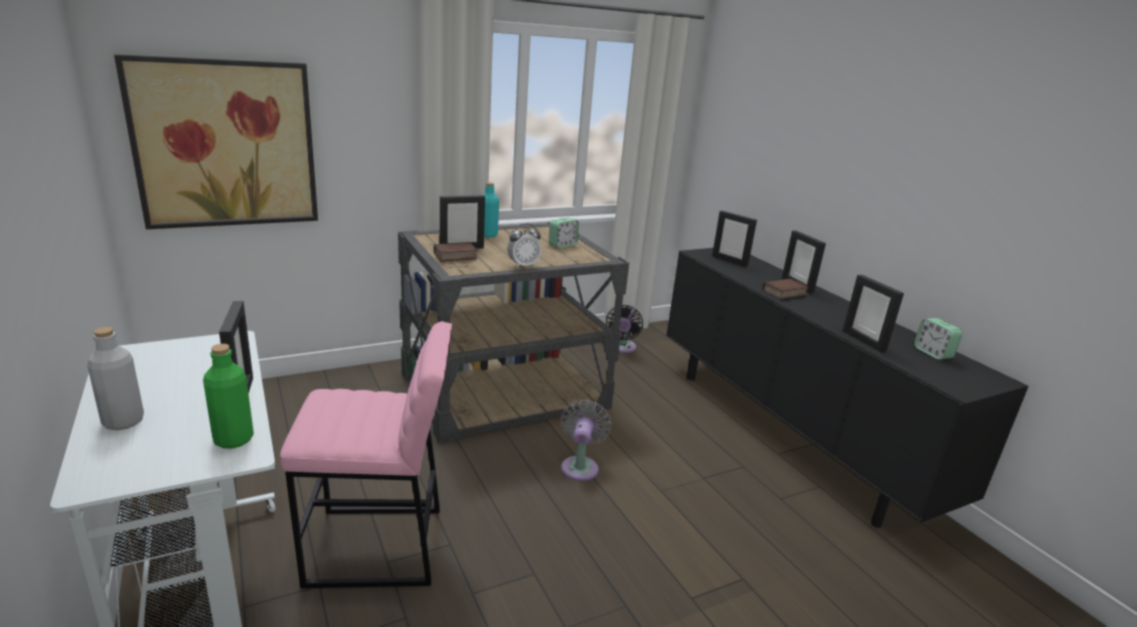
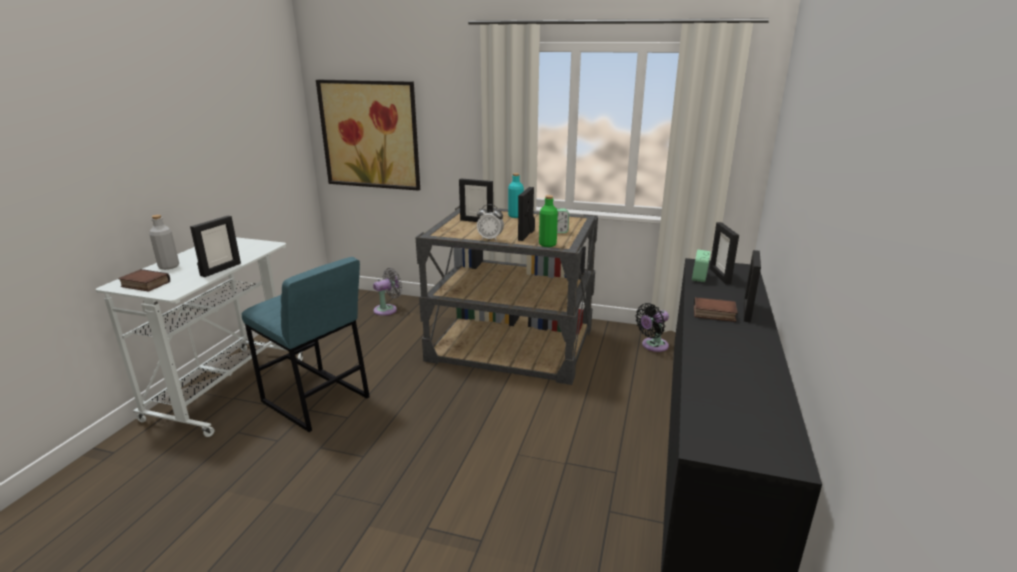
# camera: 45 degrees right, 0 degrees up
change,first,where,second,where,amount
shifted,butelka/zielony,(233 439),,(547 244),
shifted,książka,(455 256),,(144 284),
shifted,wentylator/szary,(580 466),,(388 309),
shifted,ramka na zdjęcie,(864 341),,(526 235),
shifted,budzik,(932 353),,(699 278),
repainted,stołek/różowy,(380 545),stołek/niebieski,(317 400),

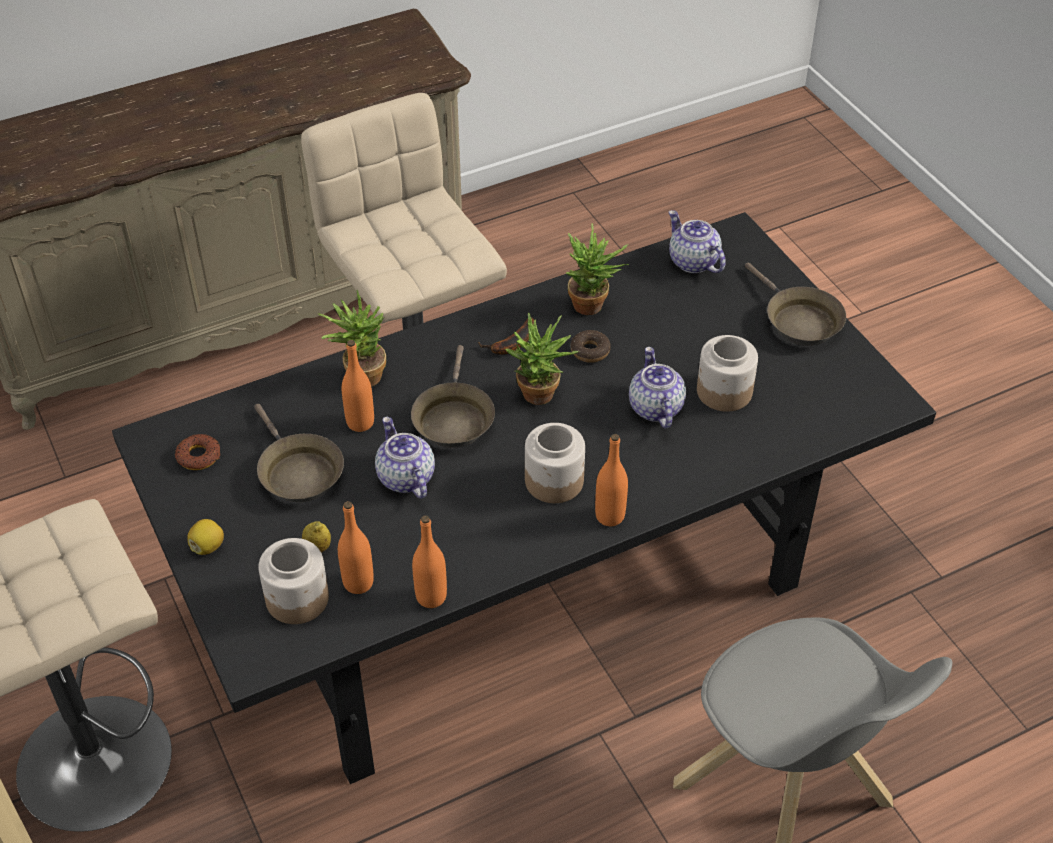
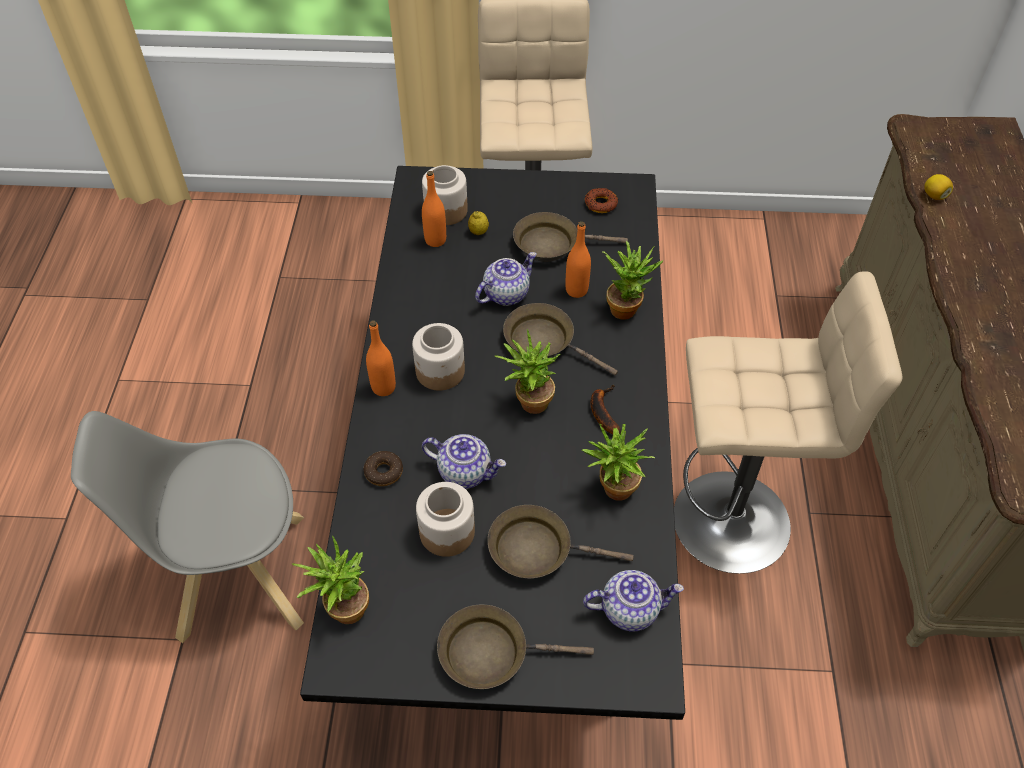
# camera: 120 degrees right, 5 degrees up
change,first,where,second,where,amount
gone,butelka/pomarańczowy,(431 597),,,
new,,,roślina doniczkowa,(342 608),
new,,,patelnia/brązowy,(537 549),
shifted,cytryna,(208 546),,(934 196),
shifted,donut,(590 351),,(384 472),
rotated,imbryk,(405 478),,(506 293),45 degrees counterclockwise

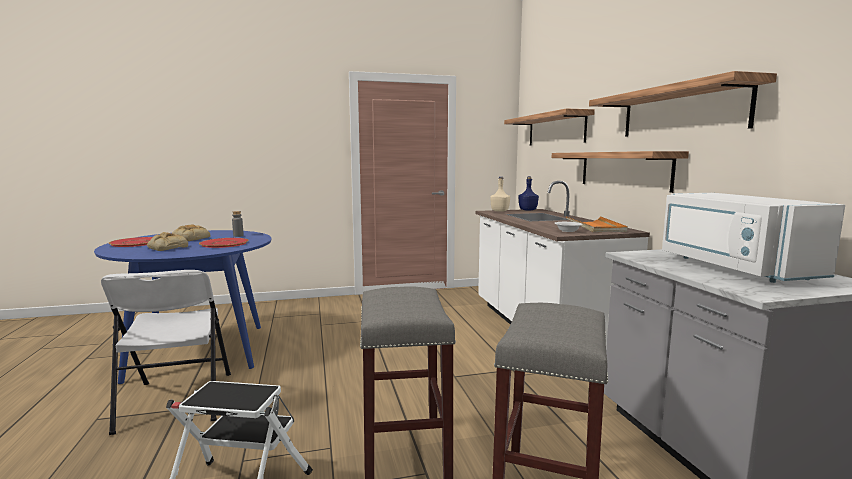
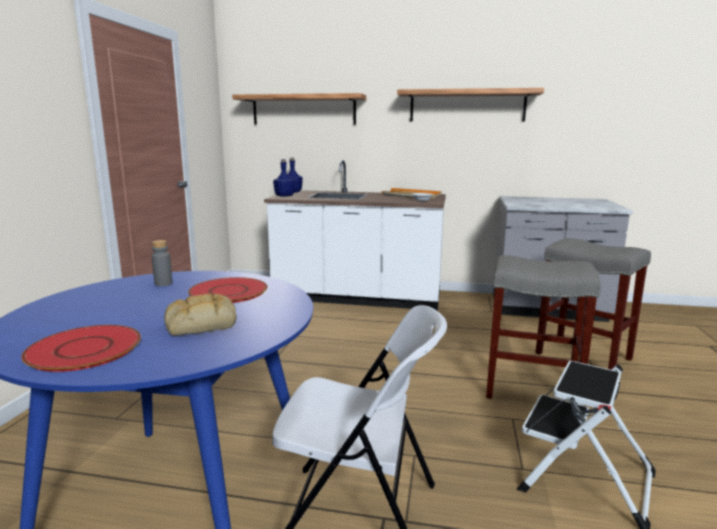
# camera: 65 degrees left, 5 degrees up
change,first,where,second,where,amount
gone,chleb,(190 238),,,
gone,półka,(623 170),,,
gone,mikrofalówka/biały,(731 267),,,
repainted,butelka/beżowy,(499 211),butelka/niebieski,(284 196),

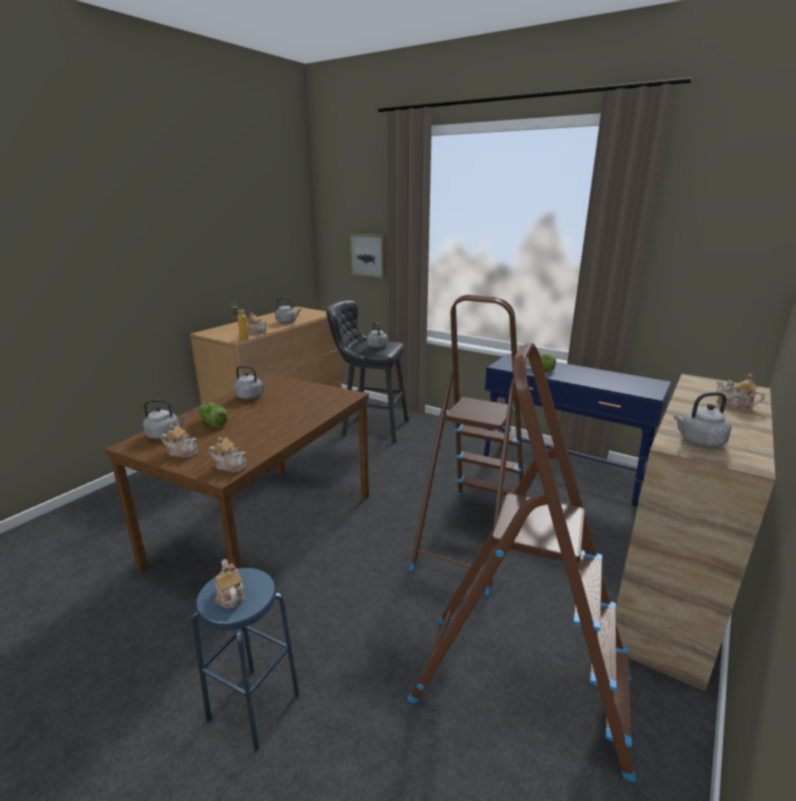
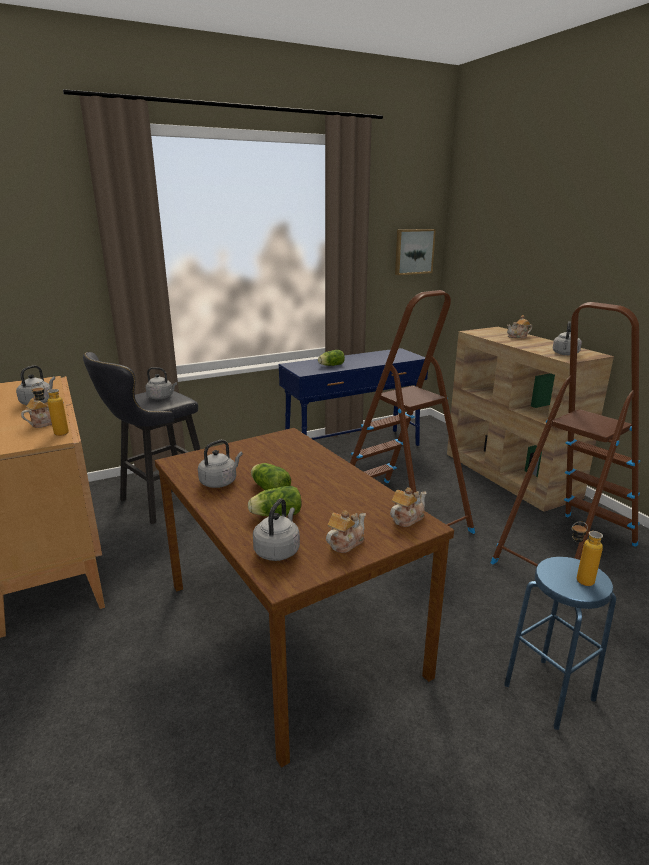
# camera: 60 degrees left, 0 degrees up
change,first,where,second,where,amount
new,,,sałata,(269 488),
shifted,obraz,(369 255),,(413 251),
swapped,imbryk,(229 596),butelka,(577 580),

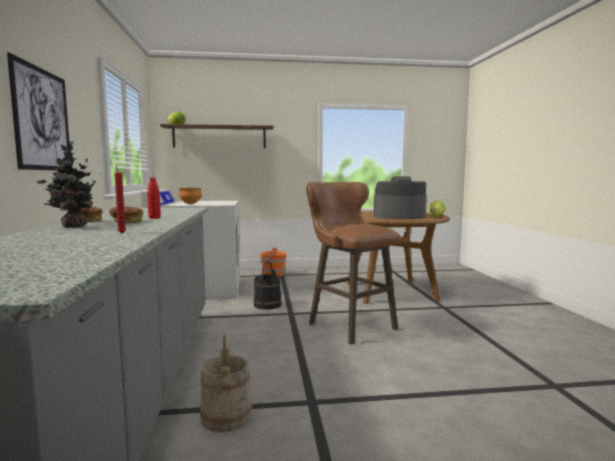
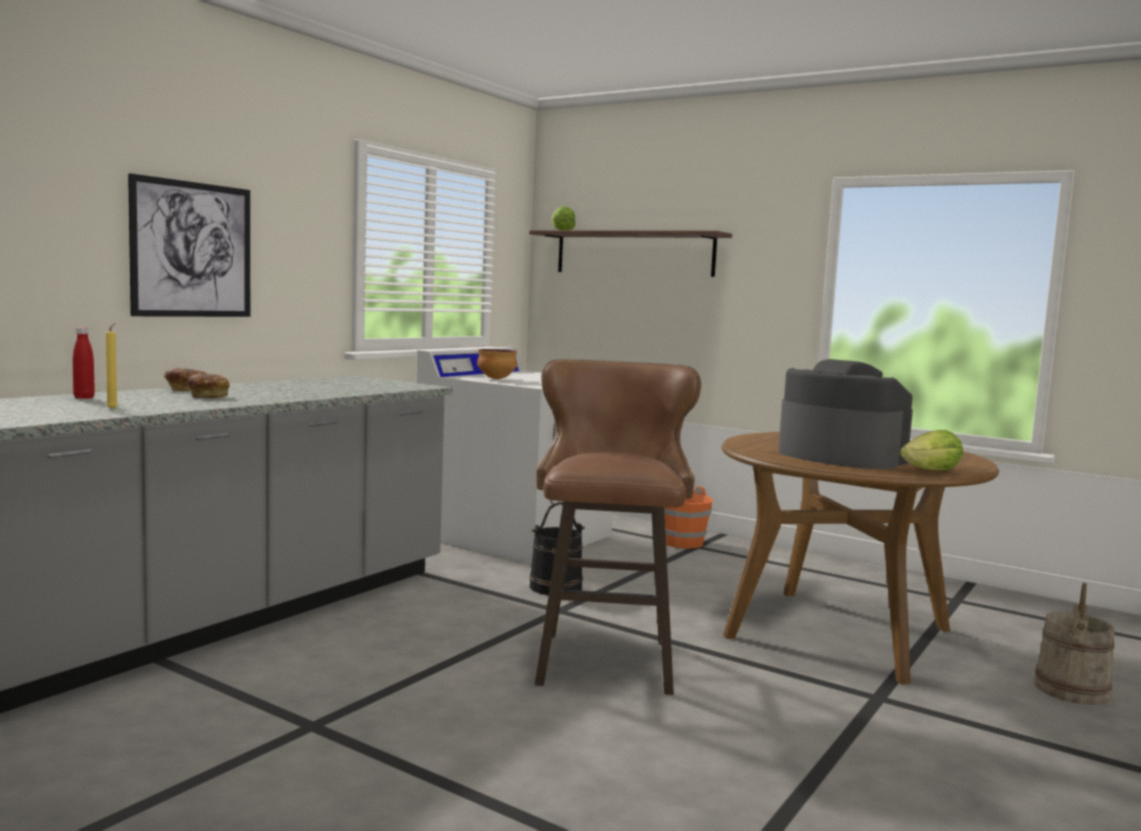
# camera: 40 degrees right, 0 degrees up
change,first,where,second,where,amount
gone,roślina doniczkowa,(71 227),,,
shifted,butelka/czerwony,(154 218),,(84 397),
shifted,wiadro/beżowy,(226 416),,(1071 690),
repainted,świeca/czerwony,(121 233),świeca/żółty,(113 409),

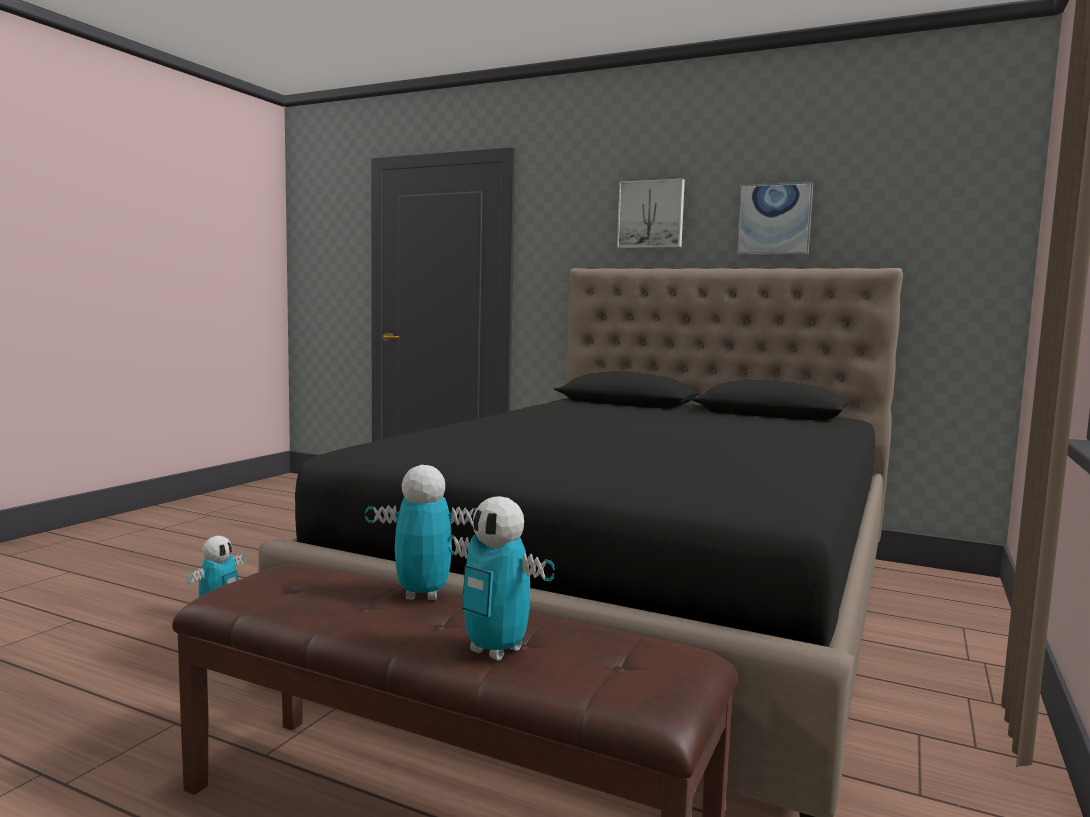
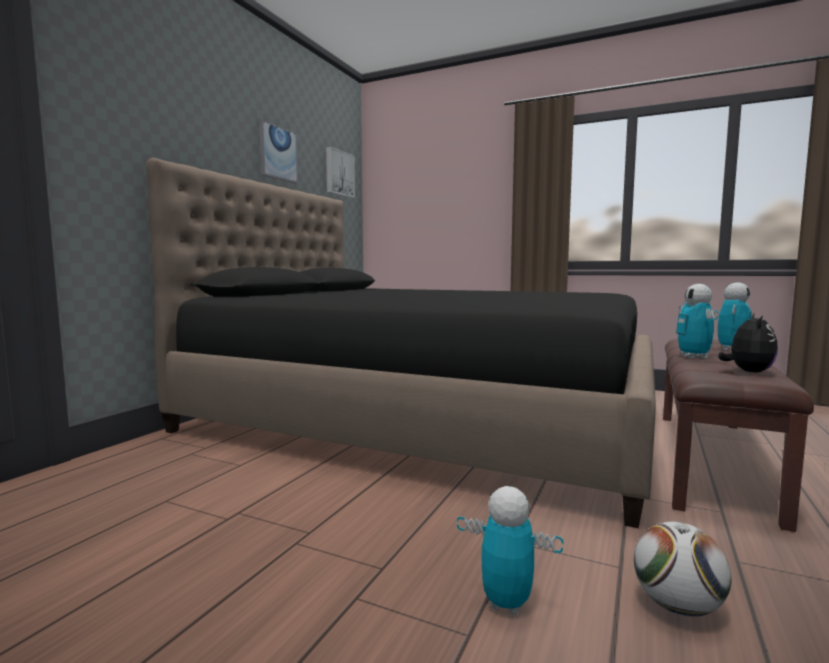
# camera: 90 degrees left, 0 degrees up
change,first,where,second,where,amount
new,,,piłka futbolowa,(677 606),
new,,,pluszak,(747 372),
shifted,obraz,(651 214),,(338 173),

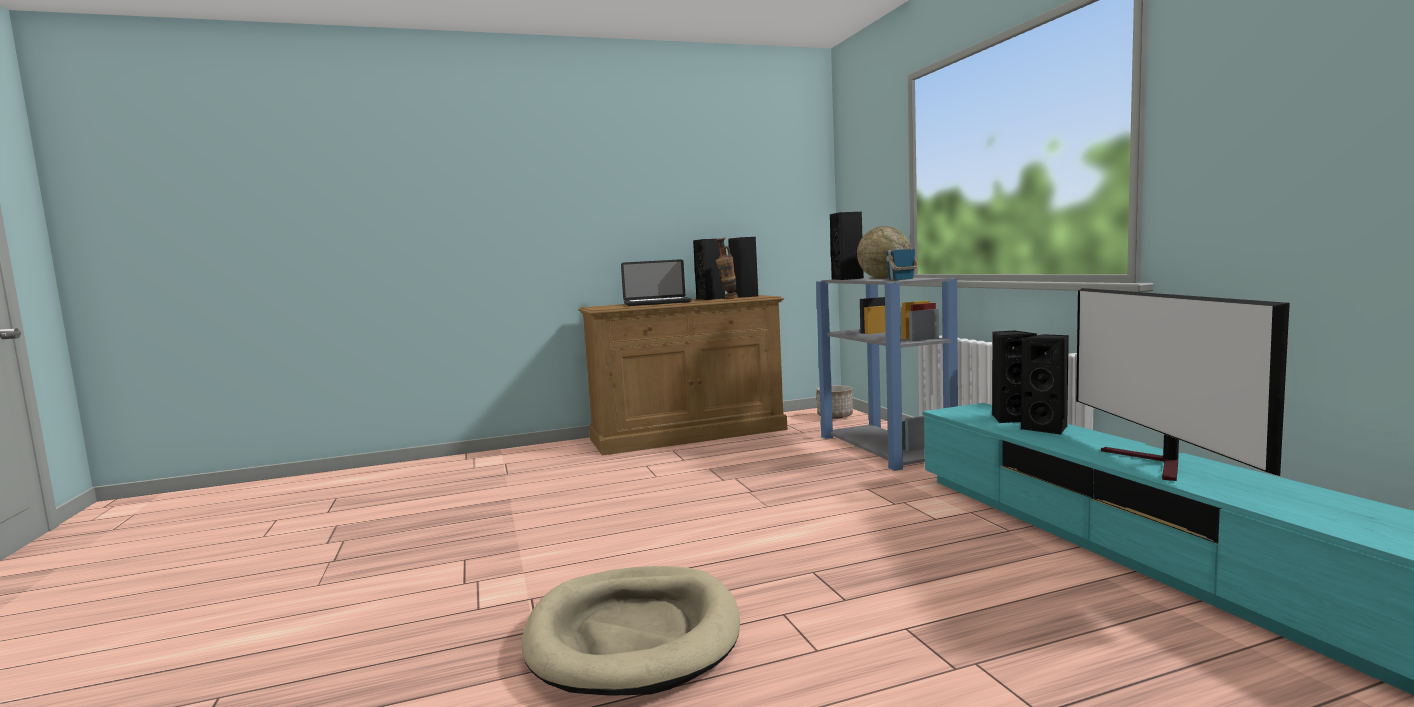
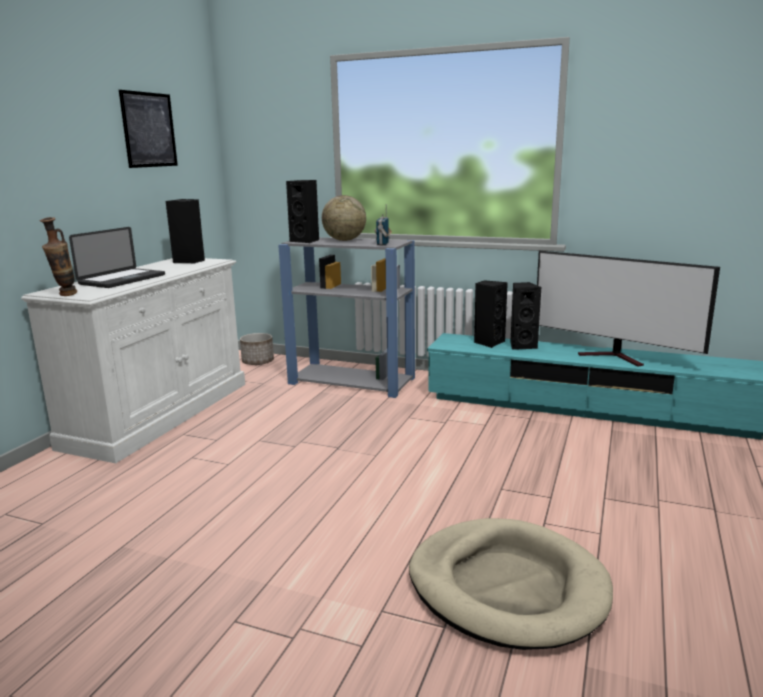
# camera: 50 degrees left, 10 degrees up
change,first,where,second,where,amount
gone,głośnik/czarny,(711 299),,,
new,,,obraz,(149 130),
shifted,wazon,(727 299),,(65 295),
repainted,szafka/brązowy,(689 434),szafka/biały,(161 413),

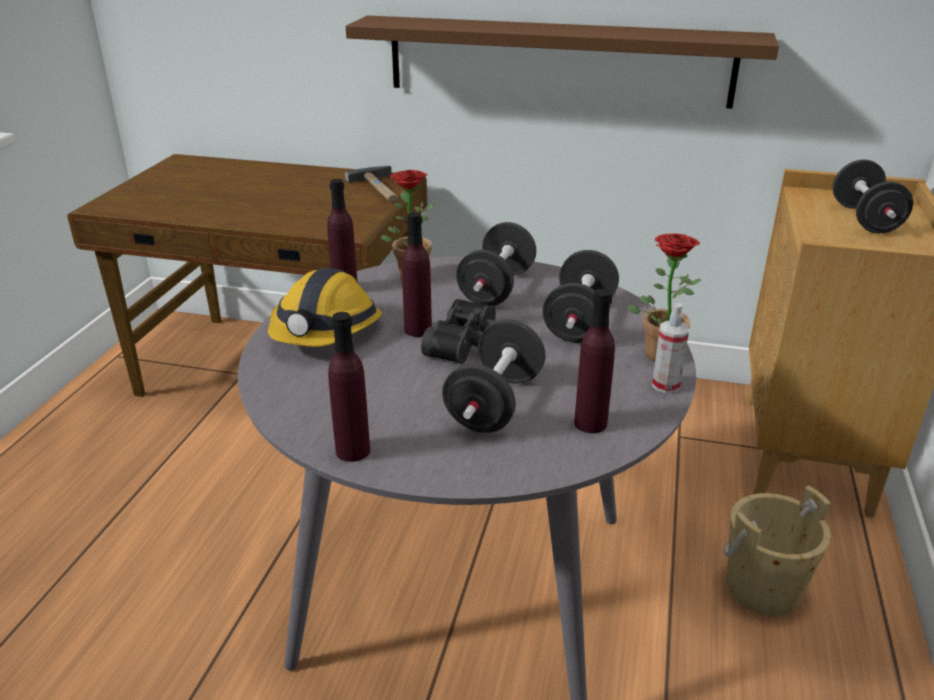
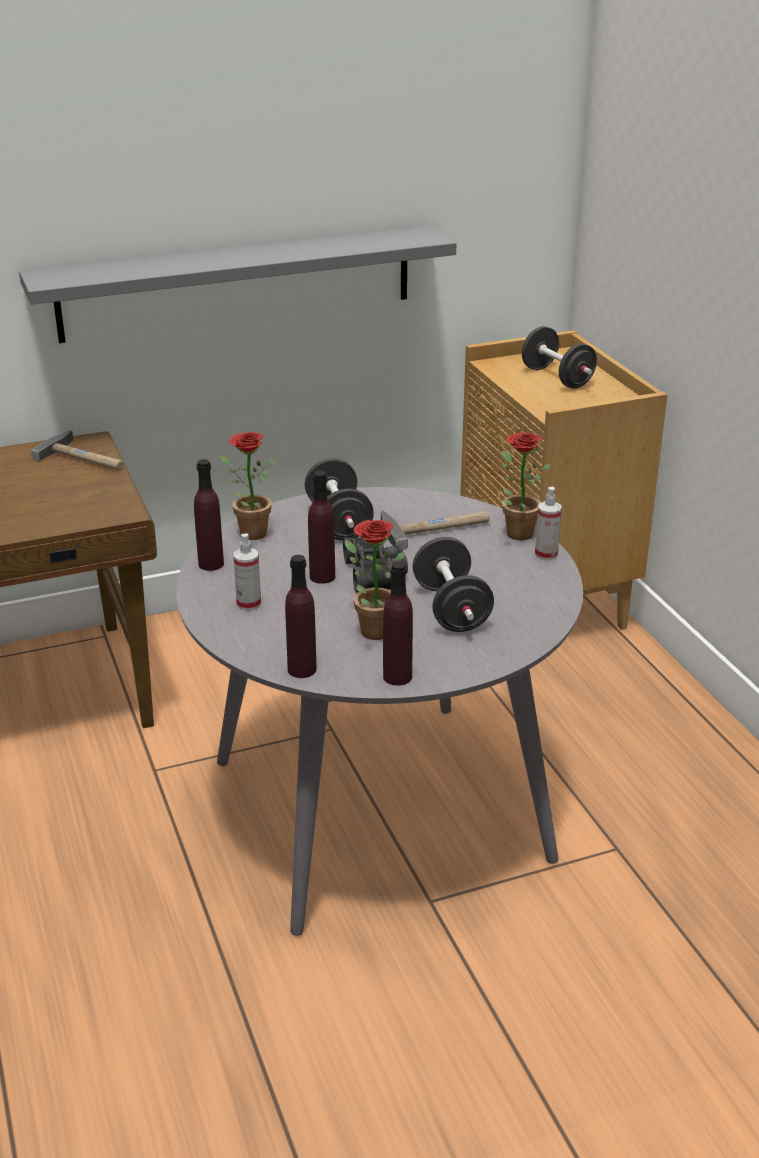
# camera: 35 degrees left, 0 degrees up
change,first,where,second,where,amount
gone,wiadro/beżowy,(763 588),,,
new,,,roślina doniczkowa,(370 629),
shifted,butelka/fioletowy,(590 423),,(302 669),
swapped,kask,(326 331),spryskiwacz,(249 604),
swapped,hantel/czarny,(579 322),młotek,(435 528),
repainted,półka/brązowy,(558 61),półka/szary,(237 283),

